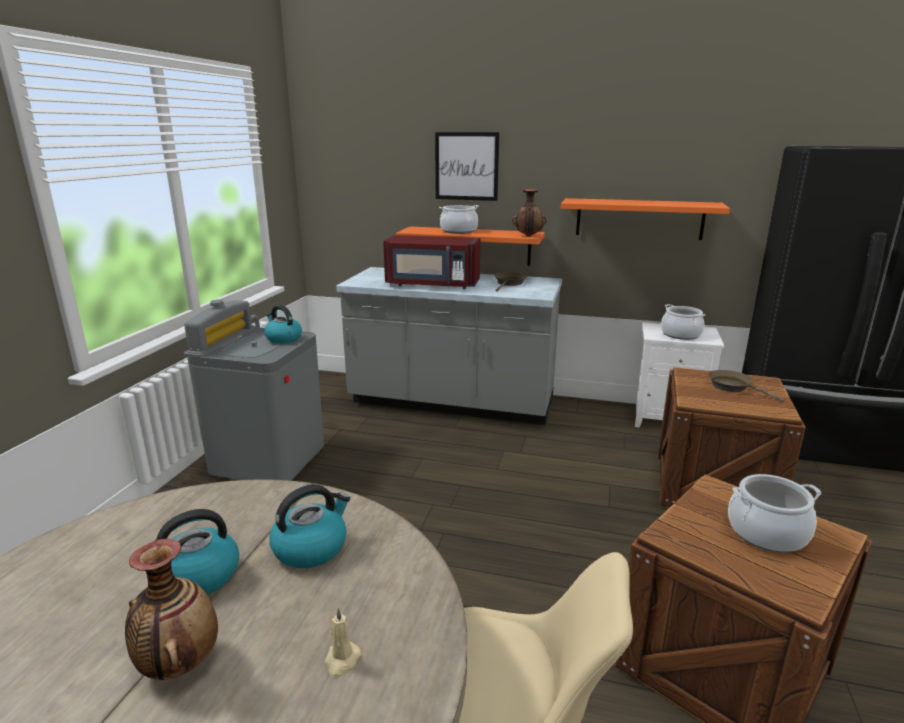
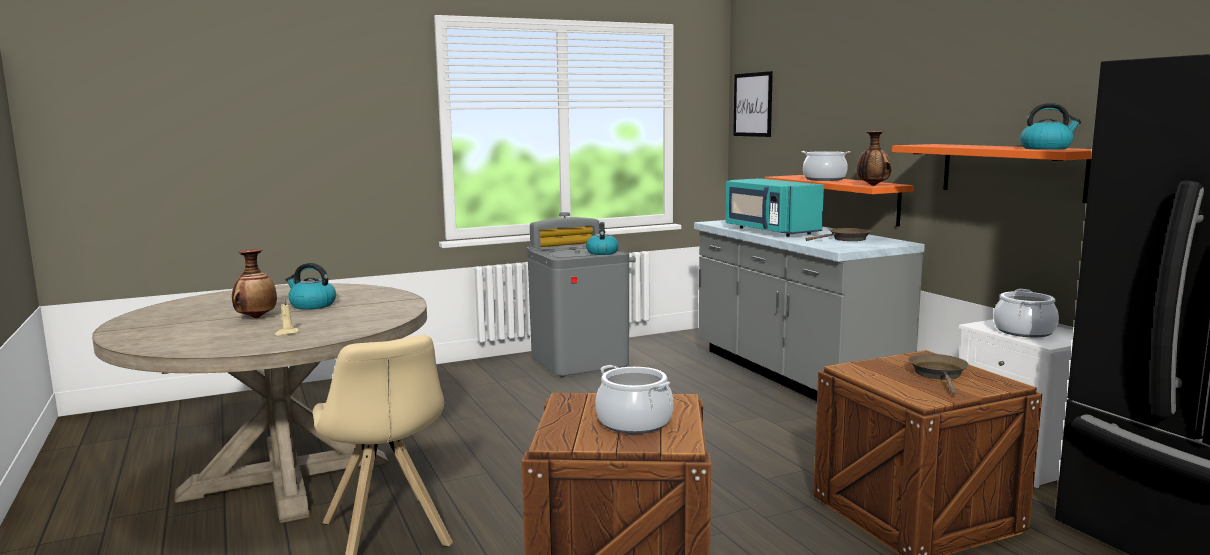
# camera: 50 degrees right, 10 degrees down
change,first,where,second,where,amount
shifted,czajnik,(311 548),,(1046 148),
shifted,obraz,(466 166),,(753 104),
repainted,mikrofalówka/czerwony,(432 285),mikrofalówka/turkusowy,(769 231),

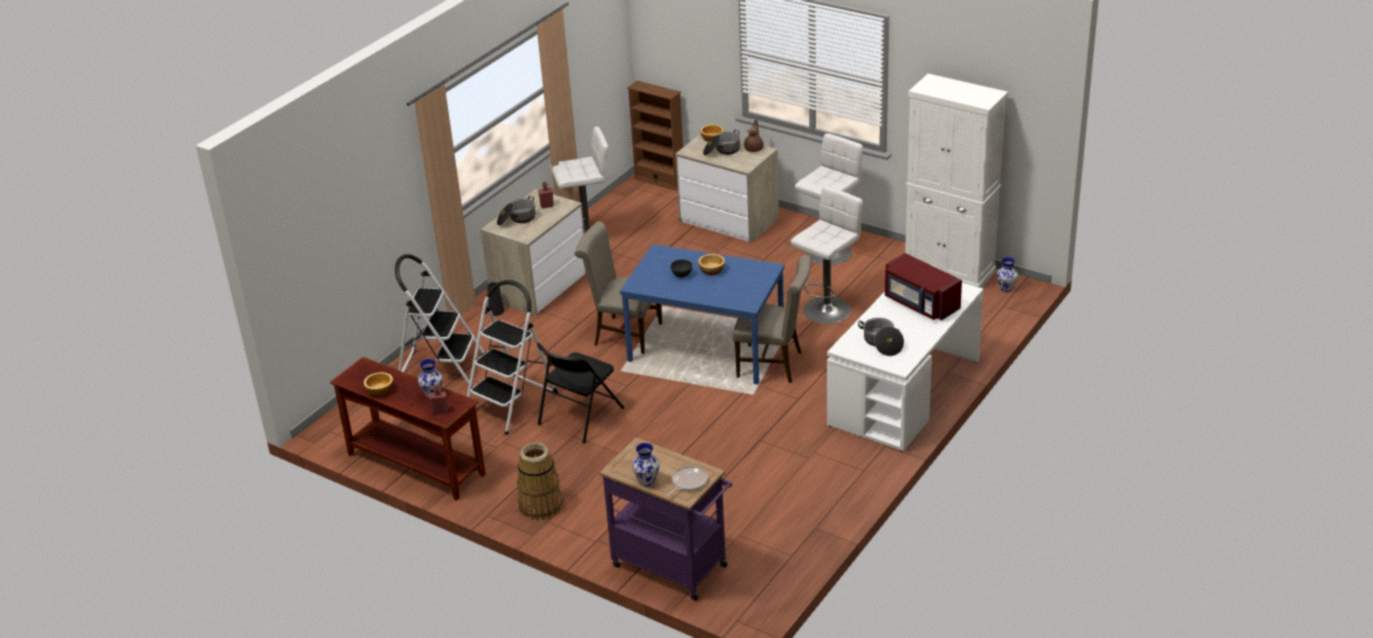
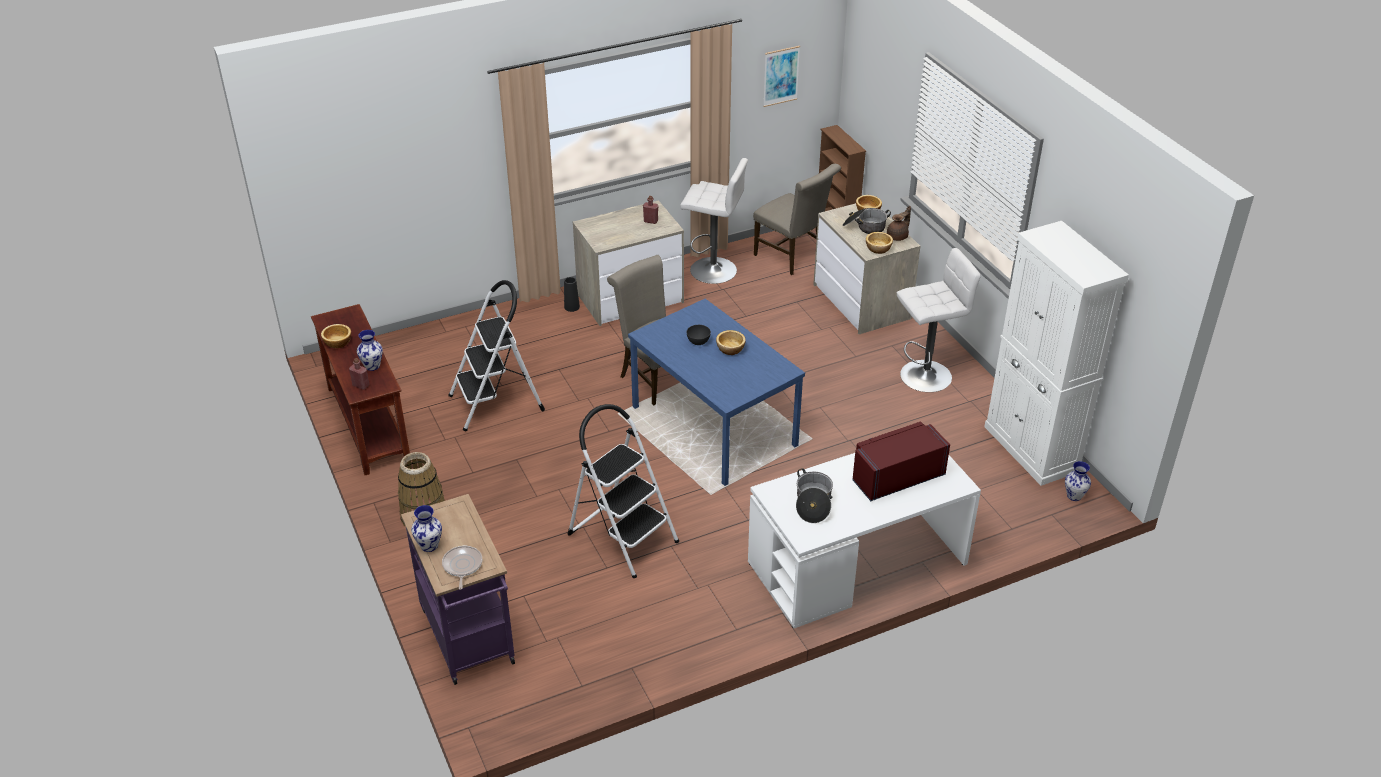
# camera: 30 degrees right, 5 degrees up
change,first,where,second,where,amount
gone,garnek,(517 219),,,
gone,krzesło/czarny,(580 416),,,
gone,stołek/biały,(827 310),,,
new,,,obraz,(781 76),
new,,,miska,(878 249),
shifted,drabinka,(439 368),,(621 536),
shifted,krzesło/beżowy,(774 364),,(793 256),
rotated,patelnia,(688 482),,(462 566),75 degrees counterclockwise
rotated,mikrofalówka/czerwony,(920 304),,(896 477),75 degrees clockwise

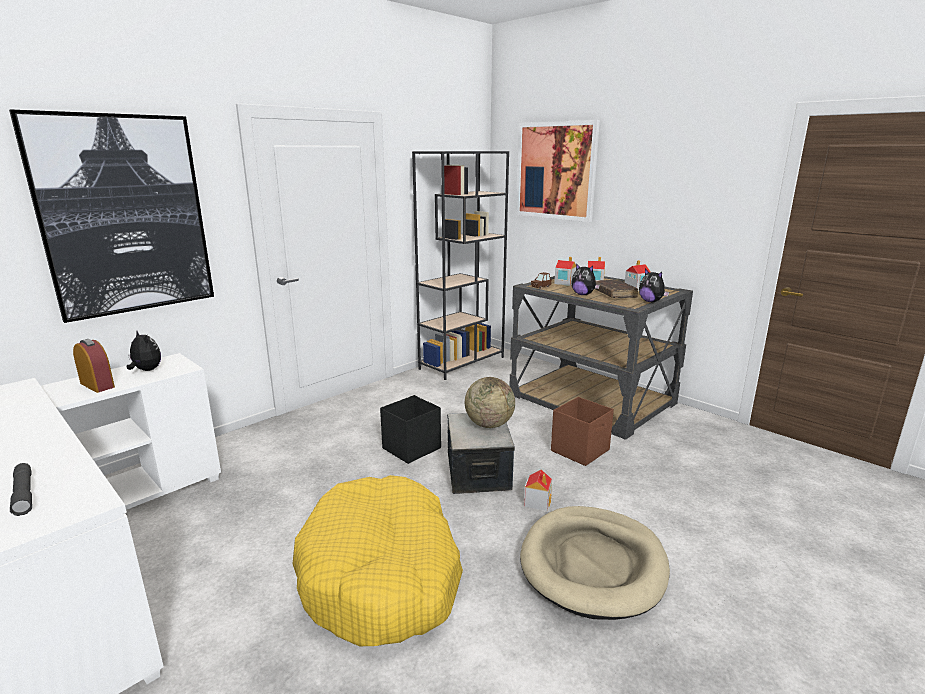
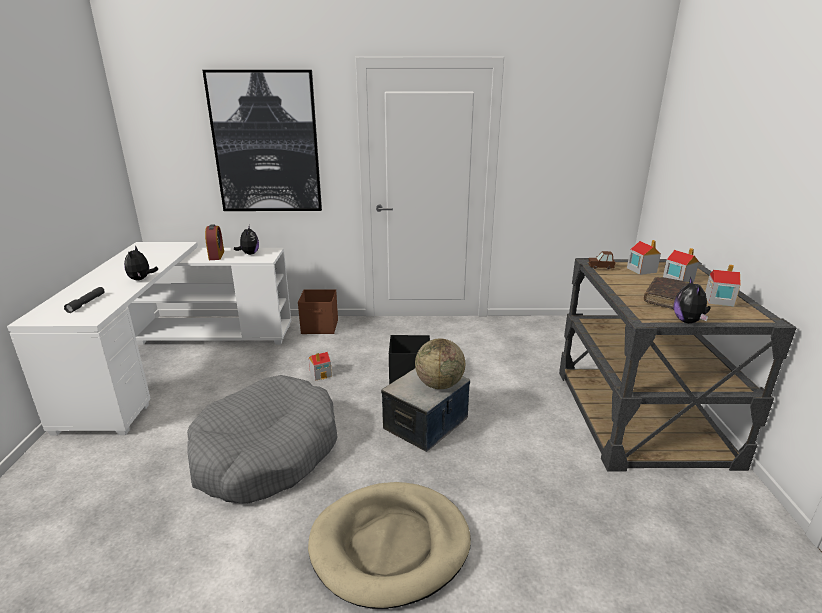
# camera: 45 degrees right, 5 degrees up
change,first,where,second,where,amount
gone,regał,(462 363),,,
gone,obraz,(555 171),,,
shifted,domek,(537 501),,(321 374),
shifted,pojemnik do przechowywania/brązowy,(581 450),,(320 327),
shifted,pluszak,(583 294),,(141 279),
repainted,legowisko/żółty,(382 574),legowisko/szary,(266 453),

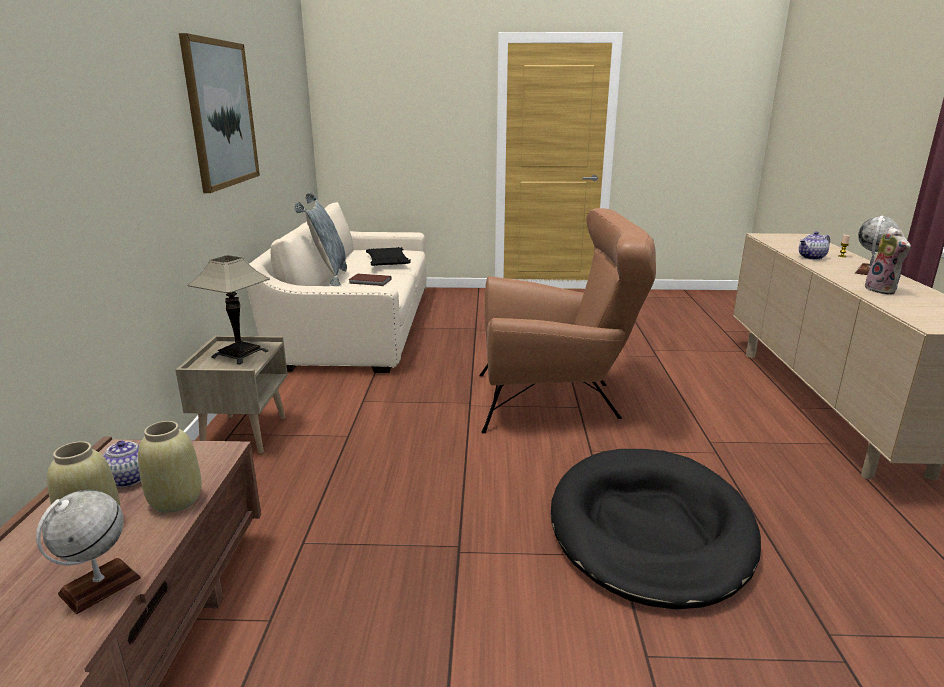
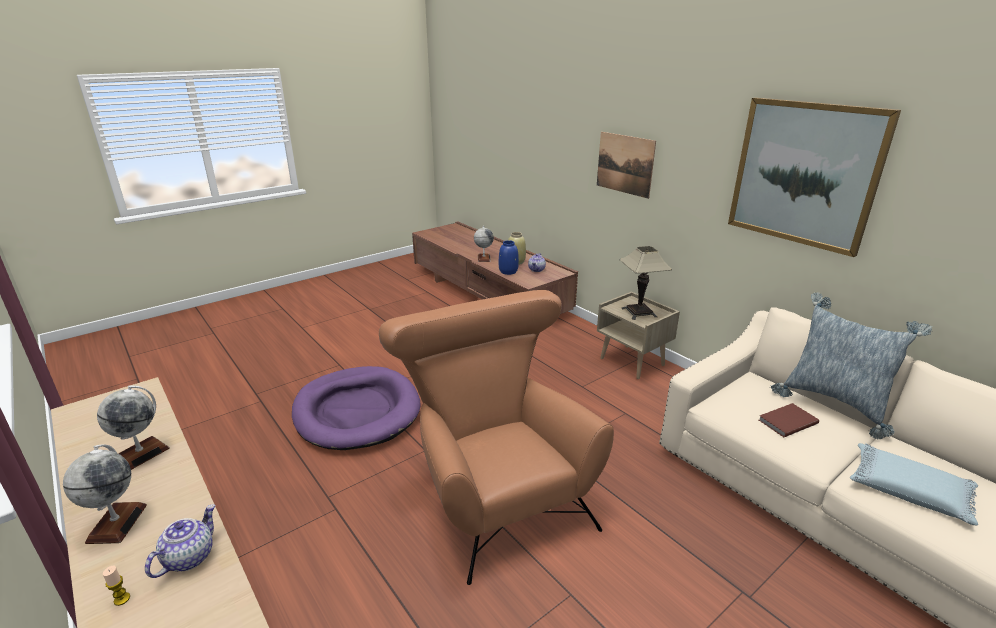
# camera: 140 degrees right, 5 degrees up
change,first,where,second,where,amount
new,,,obraz,(624 164),
swapped,pluszak,(882 290),globus,(141 454),
repainted,wazon/beżowy,(176 500),wazon/niebieski,(508 272),
repainted,poduszka/czarny,(387 261),poduszka/niebieski,(910 488),
repainted,legowisko/czarny,(650 530),legowisko/fioletowy,(357 411),
rotated,fotel/brązowy,(558 400),,(496 495),105 degrees clockwise

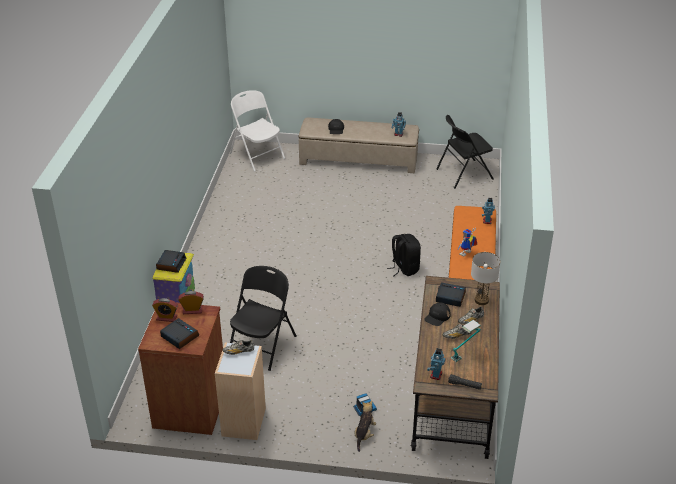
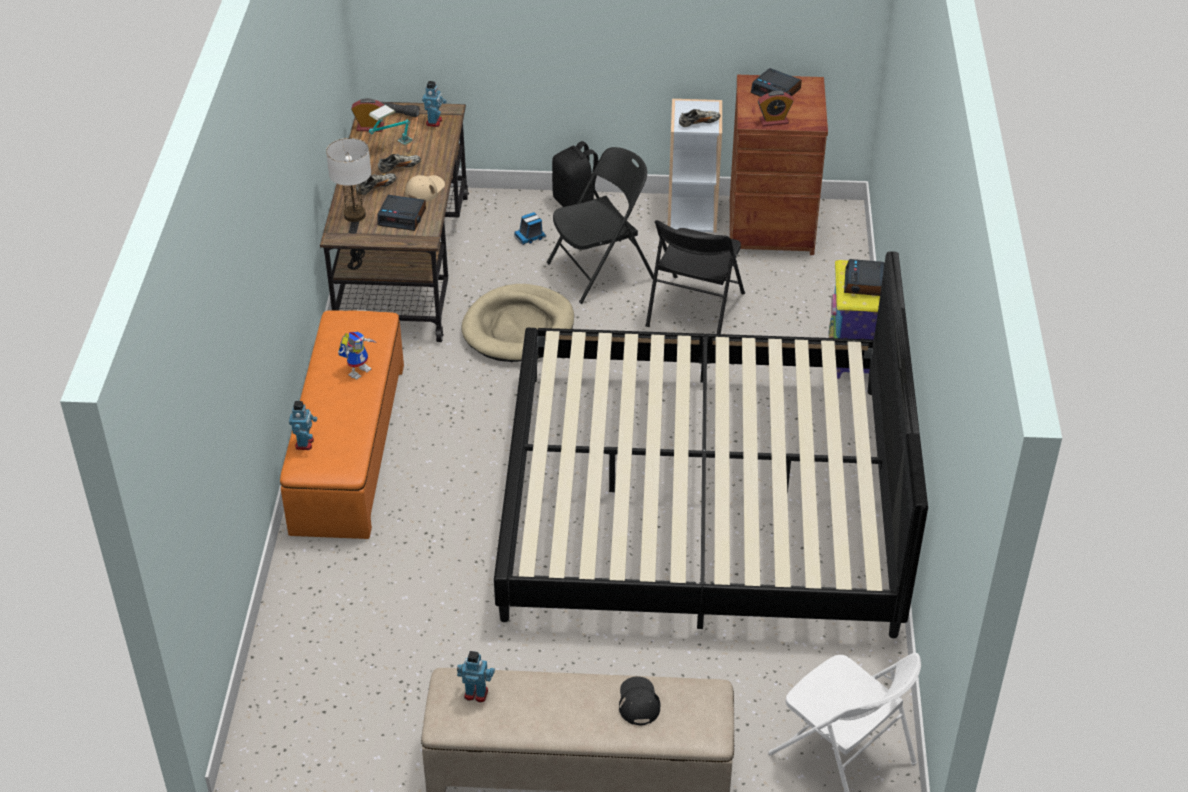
# camera: 175 degrees right, 5 degrees up
change,first,where,second,where,amount
gone,pluszak,(364 434),,,
new,,,legowisko/beżowy,(519 328),
new,,,łóżko,(701 498),
shifted,budzik,(166 318),,(370 127),
shifted,plecak/czarny,(404 268),,(576 204),
shifted,krzesło/czarny,(464 174),,(600 271),
repainted,czapka z daszkiem/czarny,(437 316),czapka z daszkiem/beżowy,(425 190),

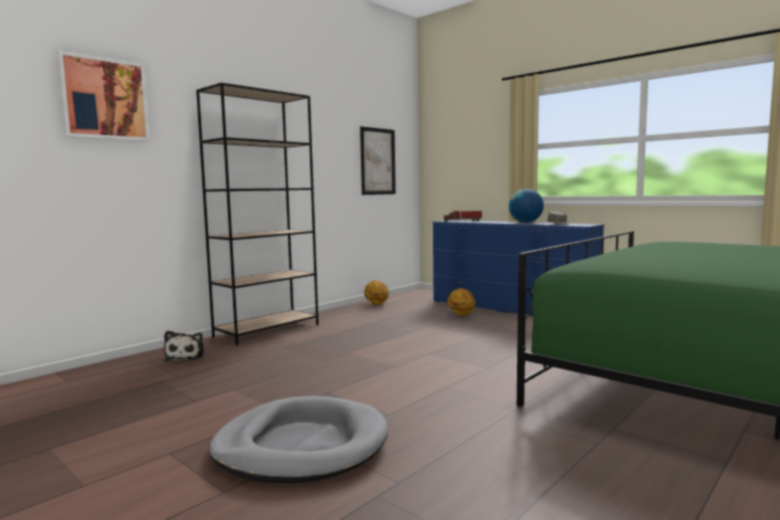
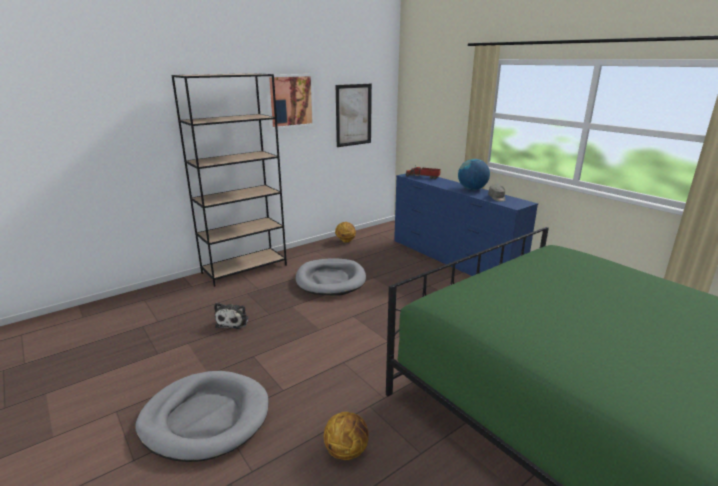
# camera: 10 degrees right, 15 degrees up
change,first,where,second,where,amount
new,,,legowisko/szary,(331 280),
shifted,obraz,(105 99),,(290 101),
shifted,pluszak,(186 356),,(233 321),
shifted,piłka do koszykówki,(461 315),,(347 451),

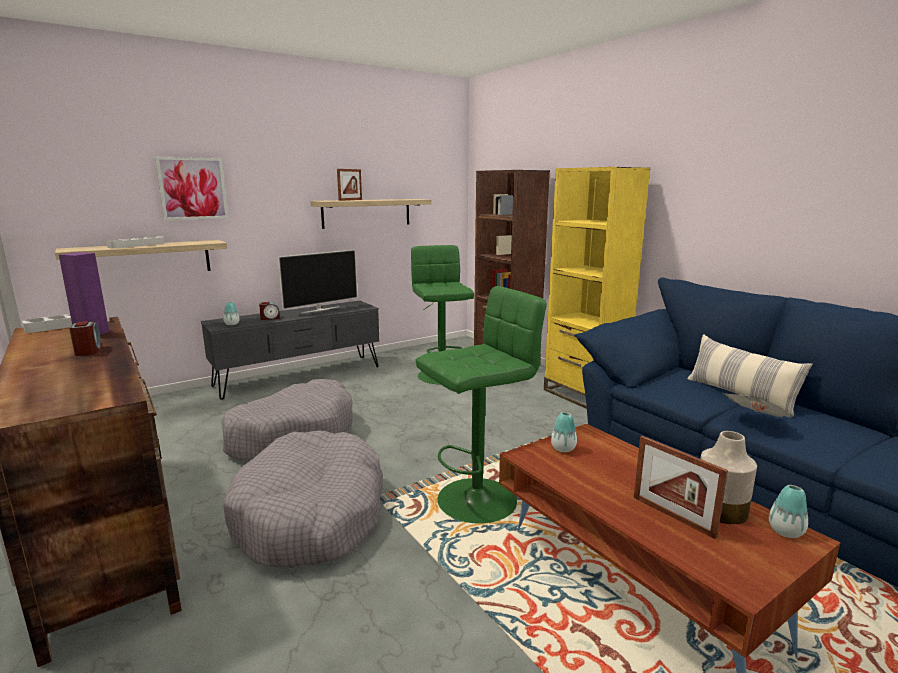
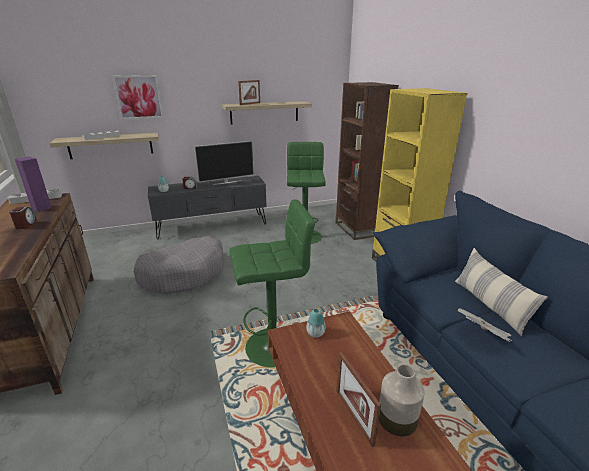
# camera: 15 degrees right, 10 degrees up
change,first,where,second,where,amount
gone,legowisko/szary,(311 515),,,
gone,wazon,(785 531),,,

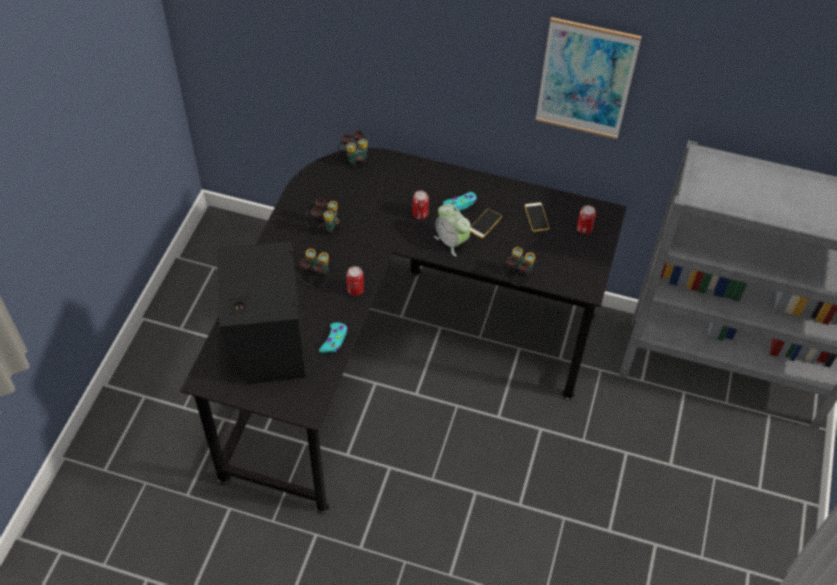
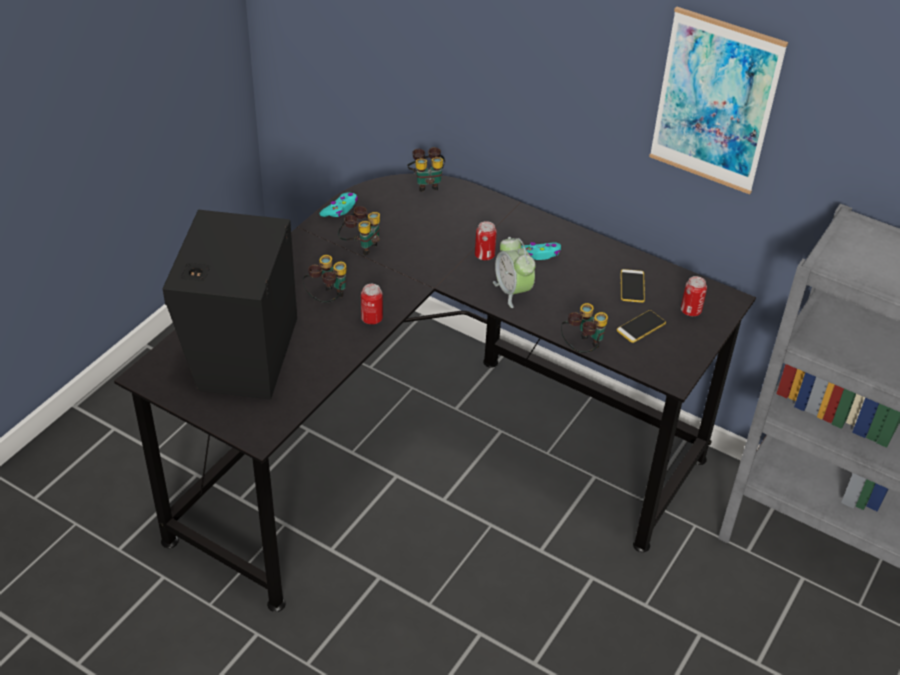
# camera: 15 degrees right, 10 degrees down
change,first,where,second,where,amount
shifted,pad do gier/turkusowy,(334 340),,(340 209),
shifted,telefon,(485 223),,(641 327),

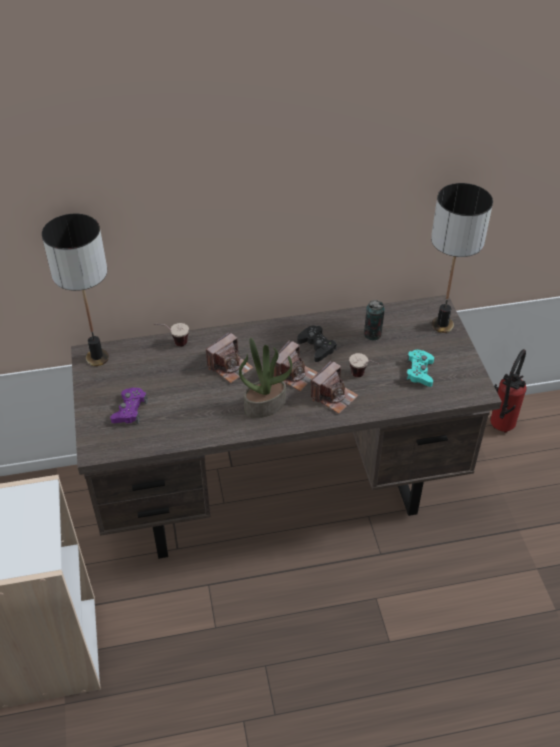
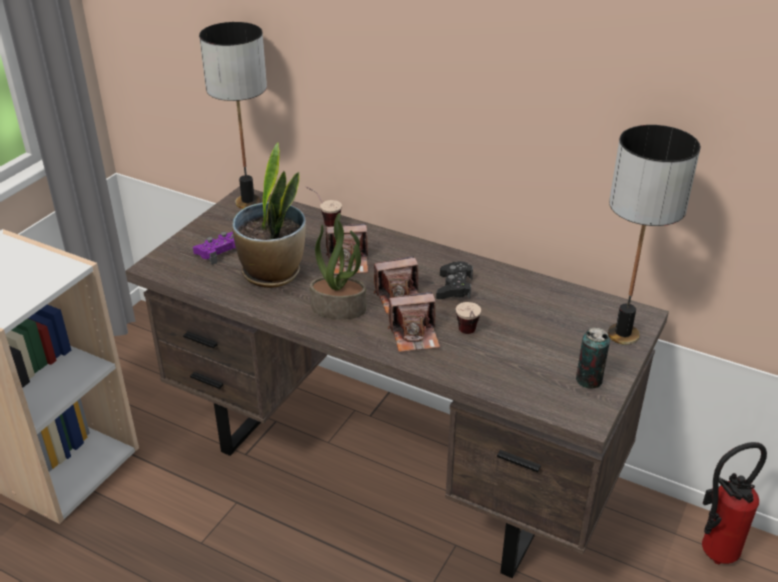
# camera: 40 degrees right, 10 degrees down
change,first,where,second,where,amount
gone,pad do gier/turkusowy,(419 372),,,
new,,,roślina doniczkowa,(273 273),
shifted,puszka,(372 334),,(589 380),

